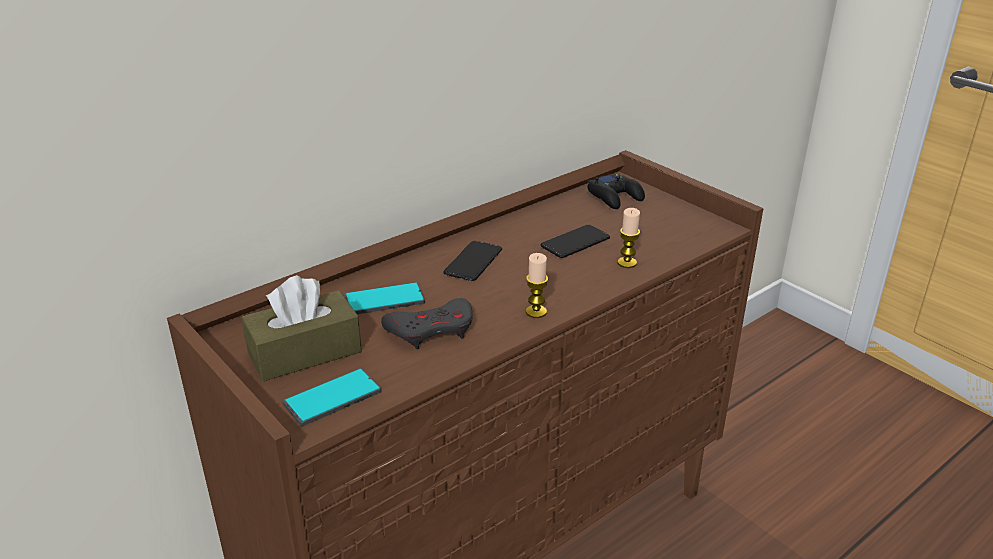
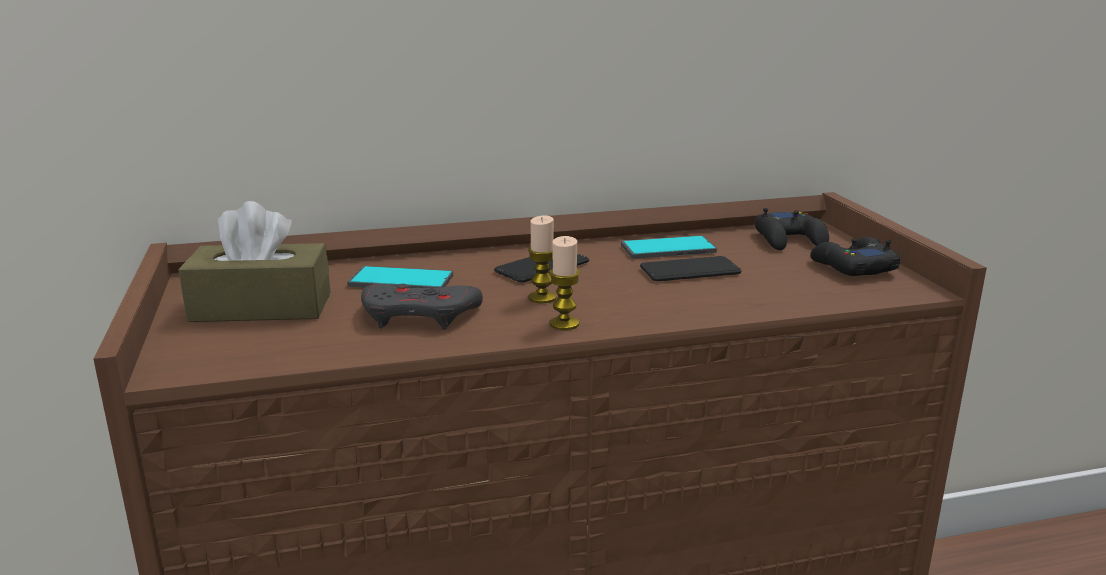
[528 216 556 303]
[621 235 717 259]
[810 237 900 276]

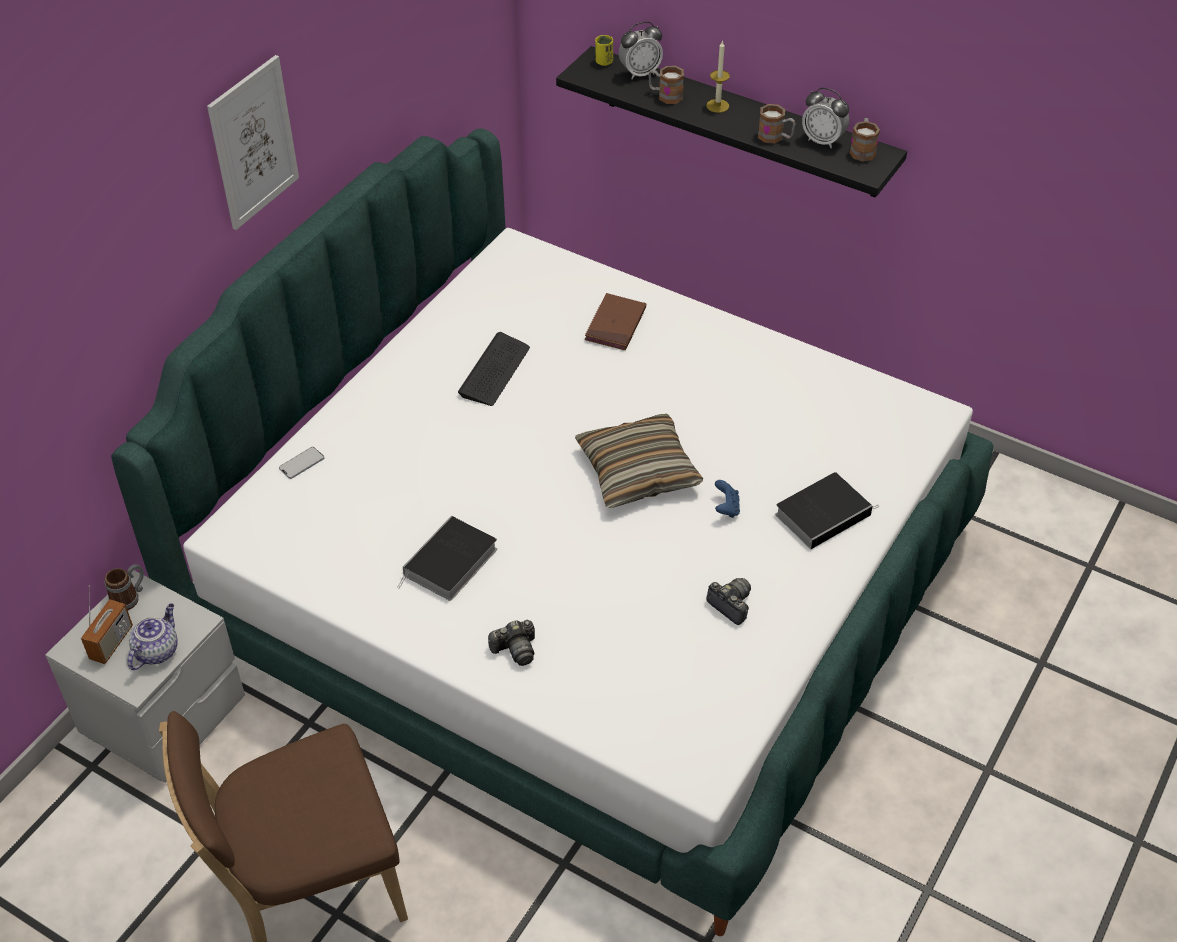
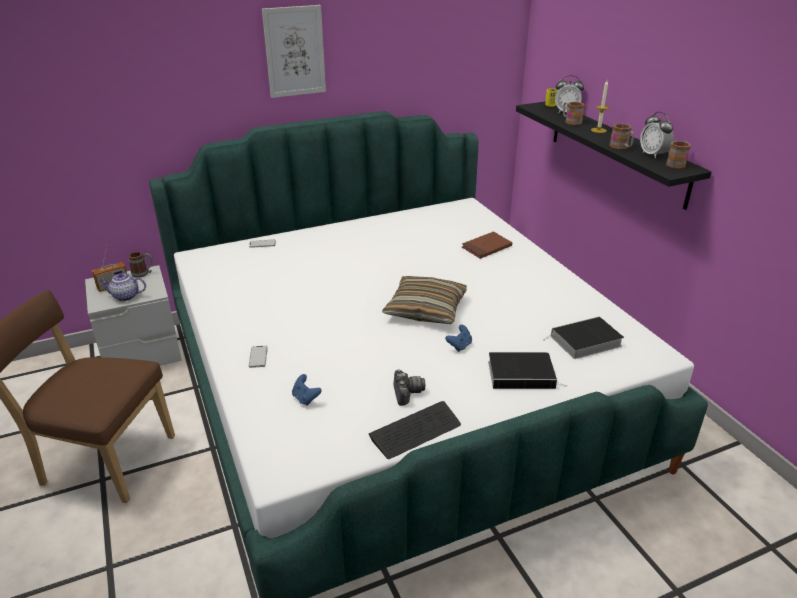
[369 401 461 459]
[544 317 624 359]
[99 273 146 301]
[249 346 268 368]
[292 374 322 406]

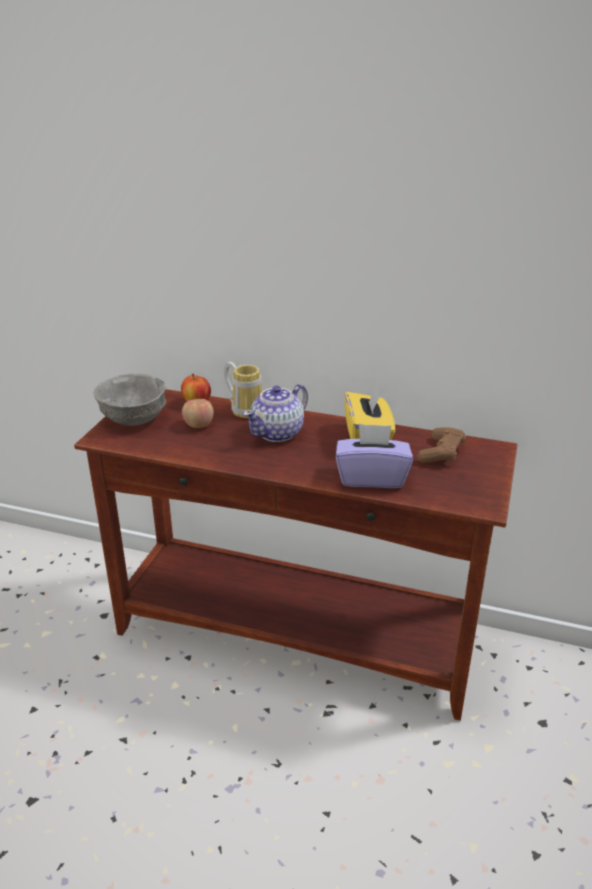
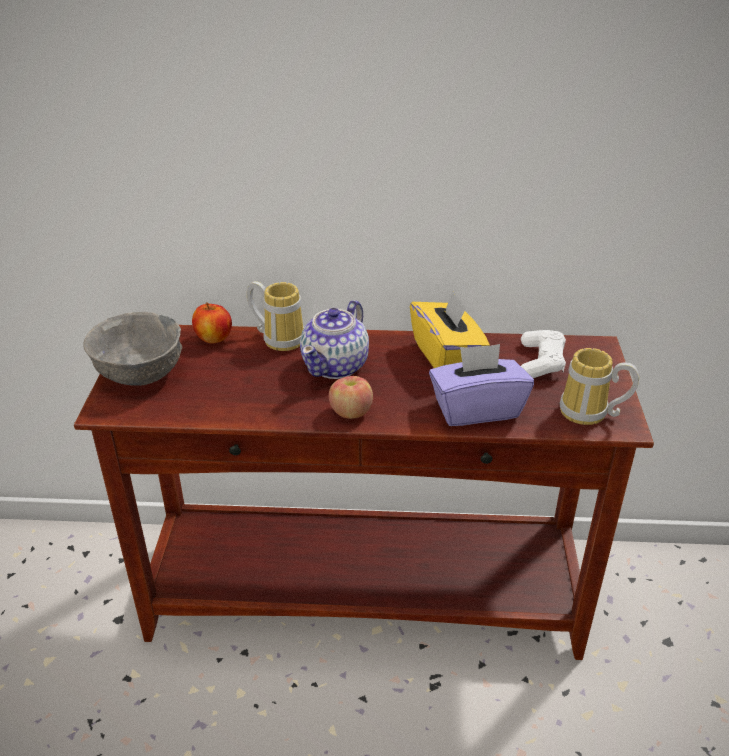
[329 376 373 419]
[521 330 566 378]
[560 348 639 425]

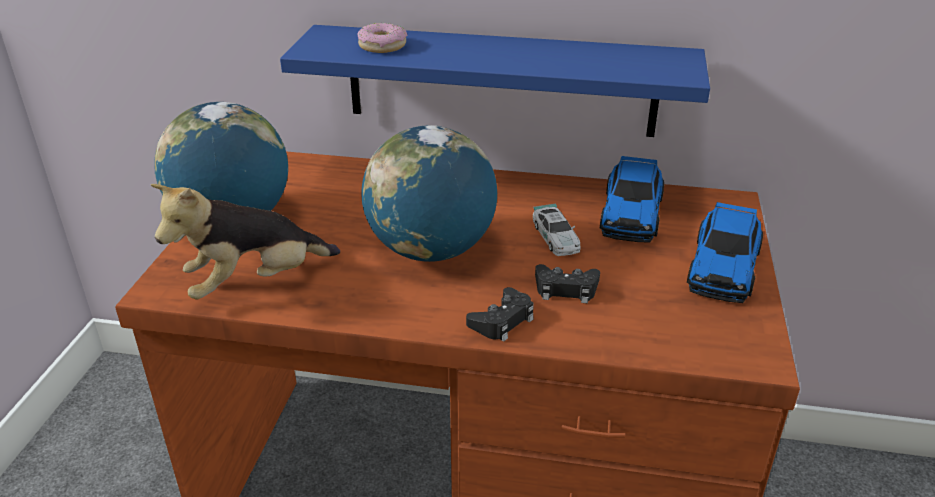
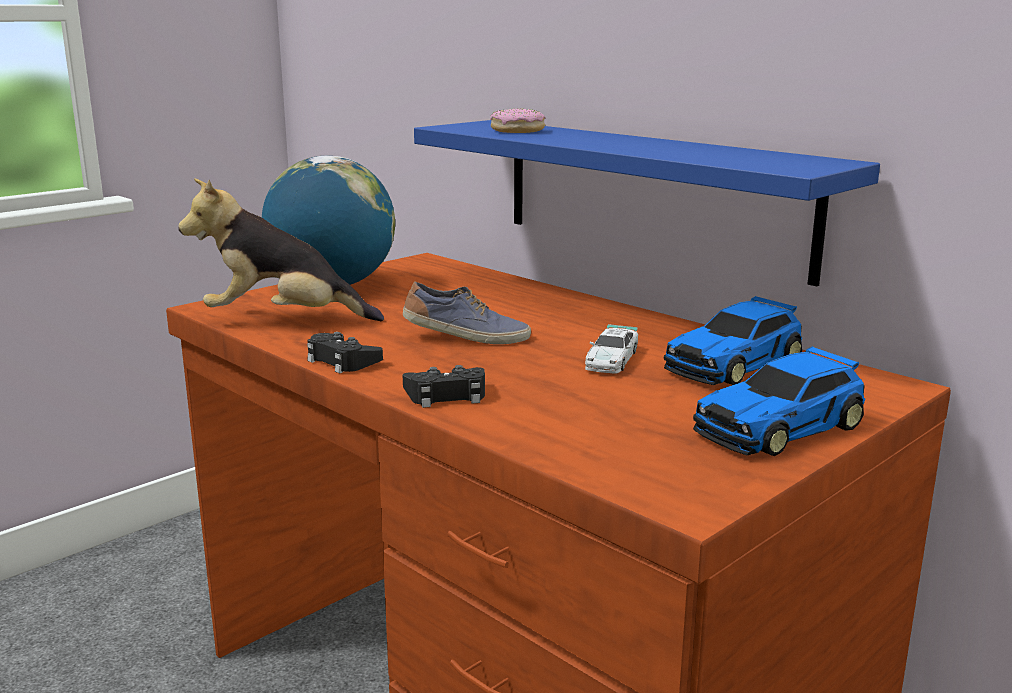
[403 281 531 344]
[307 332 383 373]

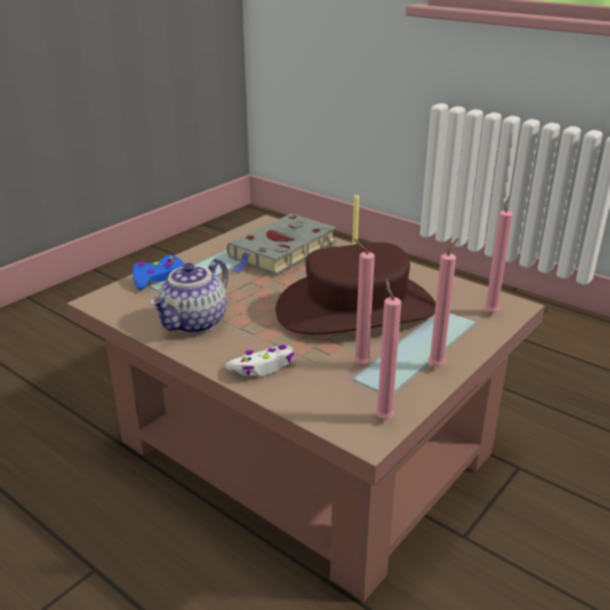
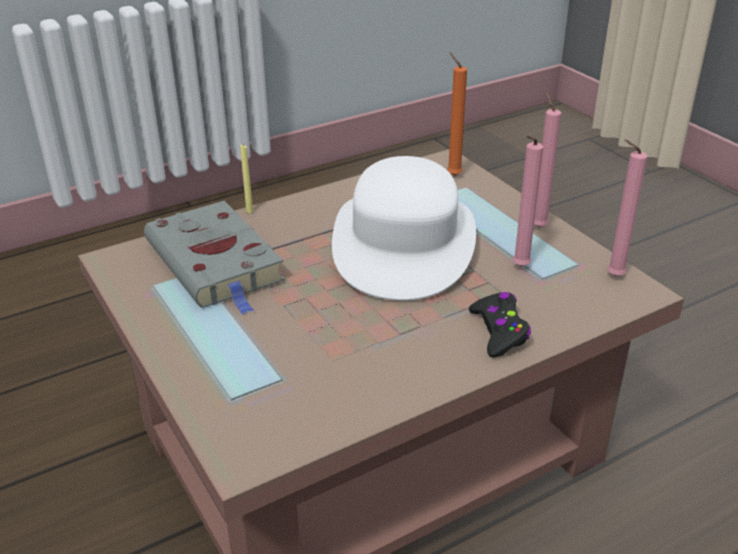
[447 53 467 176]
[332 156 476 301]
[133 255 184 290] (first image)
[150 258 228 334] (first image)
[469 292 531 358]

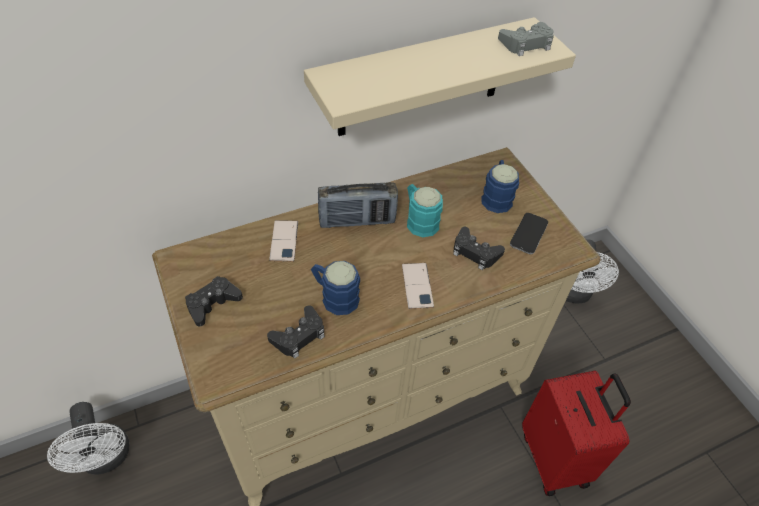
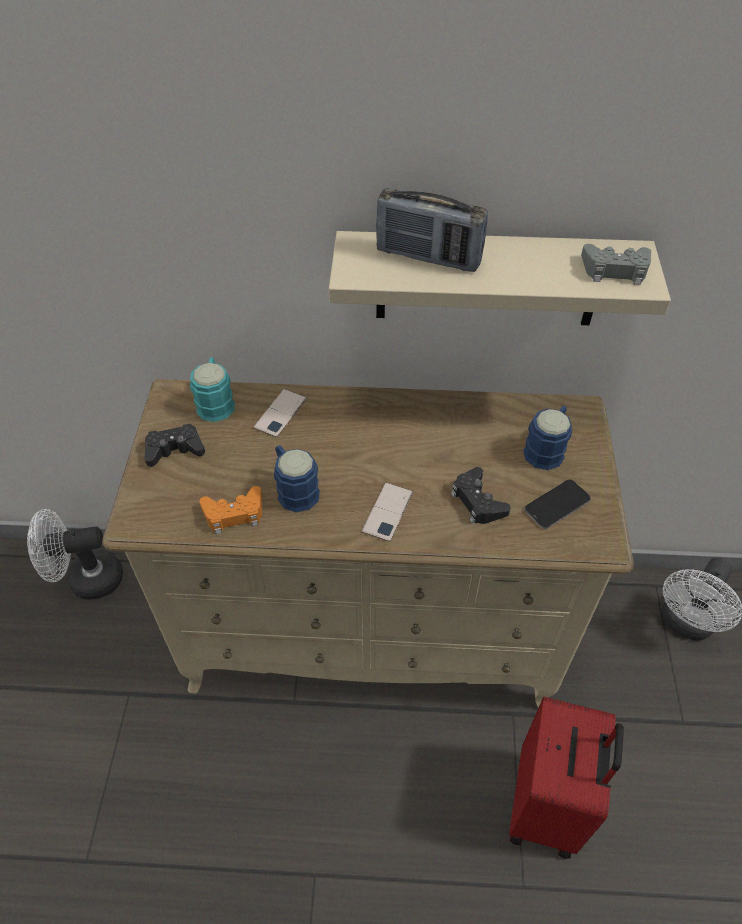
[376 188 488 272]
[190 357 235 422]
[199 486 262 534]
[27 509 123 600]

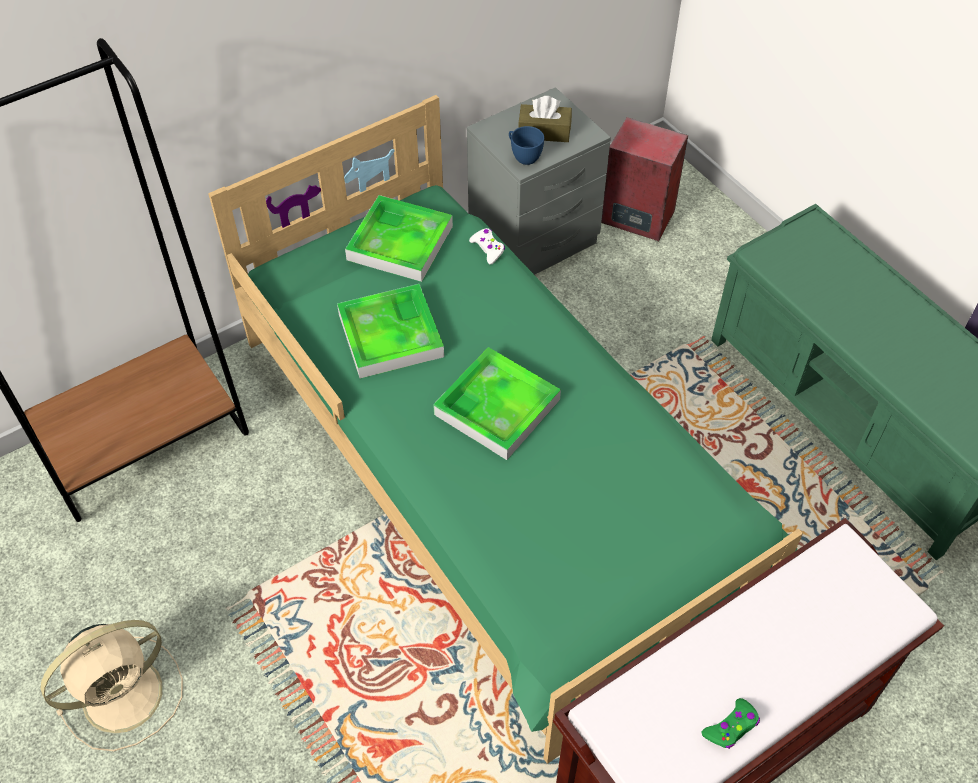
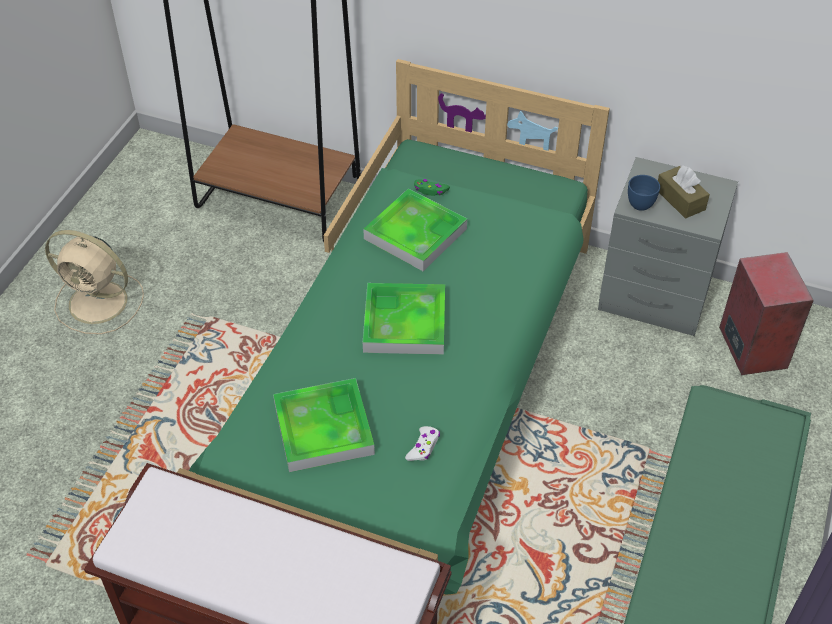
[273 378 375 472]
[405 426 440 461]
[414 179 450 196]

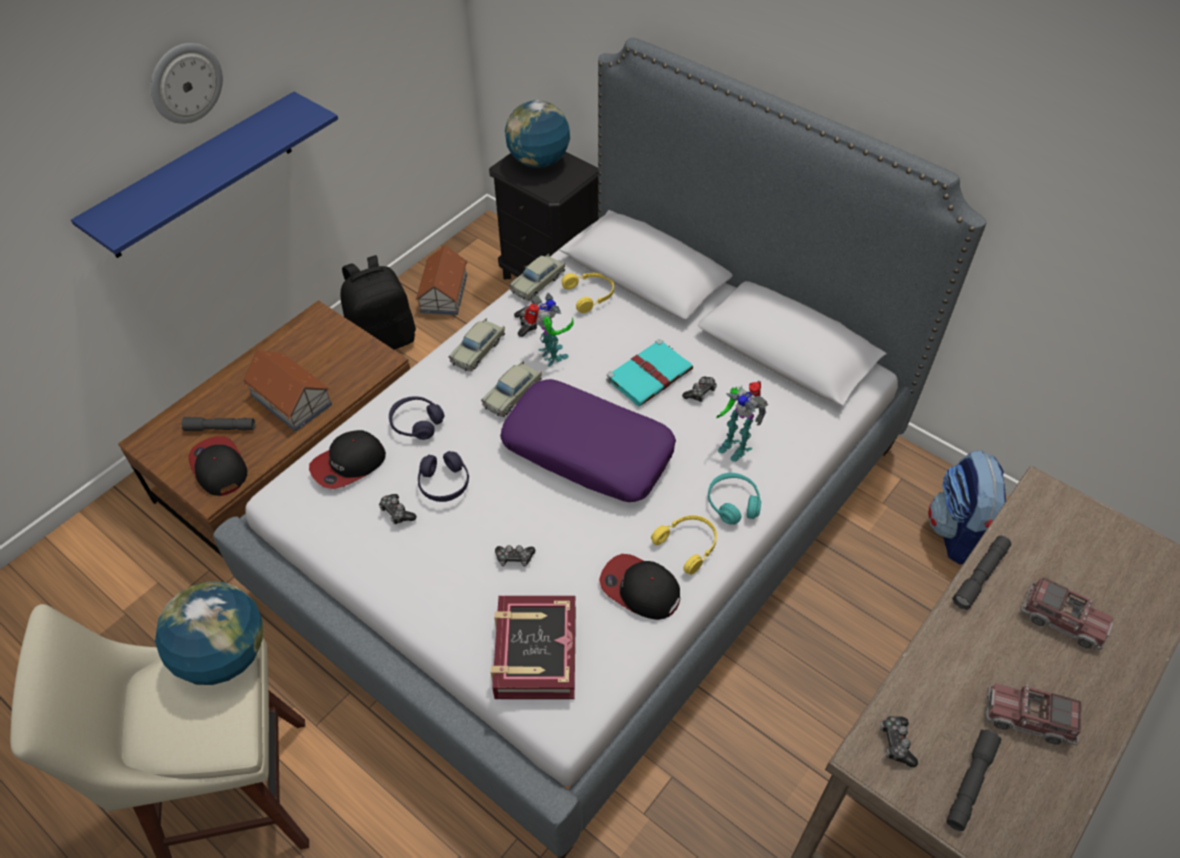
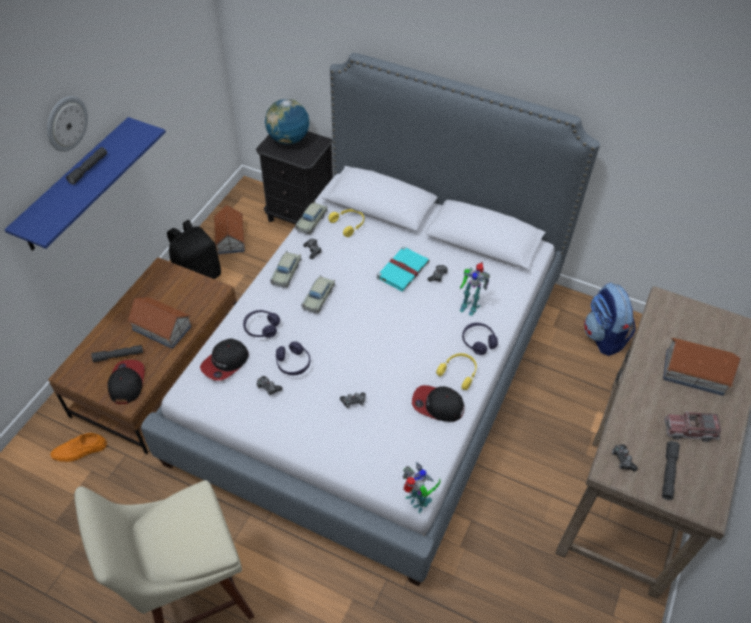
[402 462 441 513]
[500 379 676 502] (first image)
[108 360 145 404]
[462 323 498 355]
[66 147 107 185]
[663 338 741 396]
[155 582 264 685] (first image)
[491 596 576 699] (first image)
[50 433 107 462]

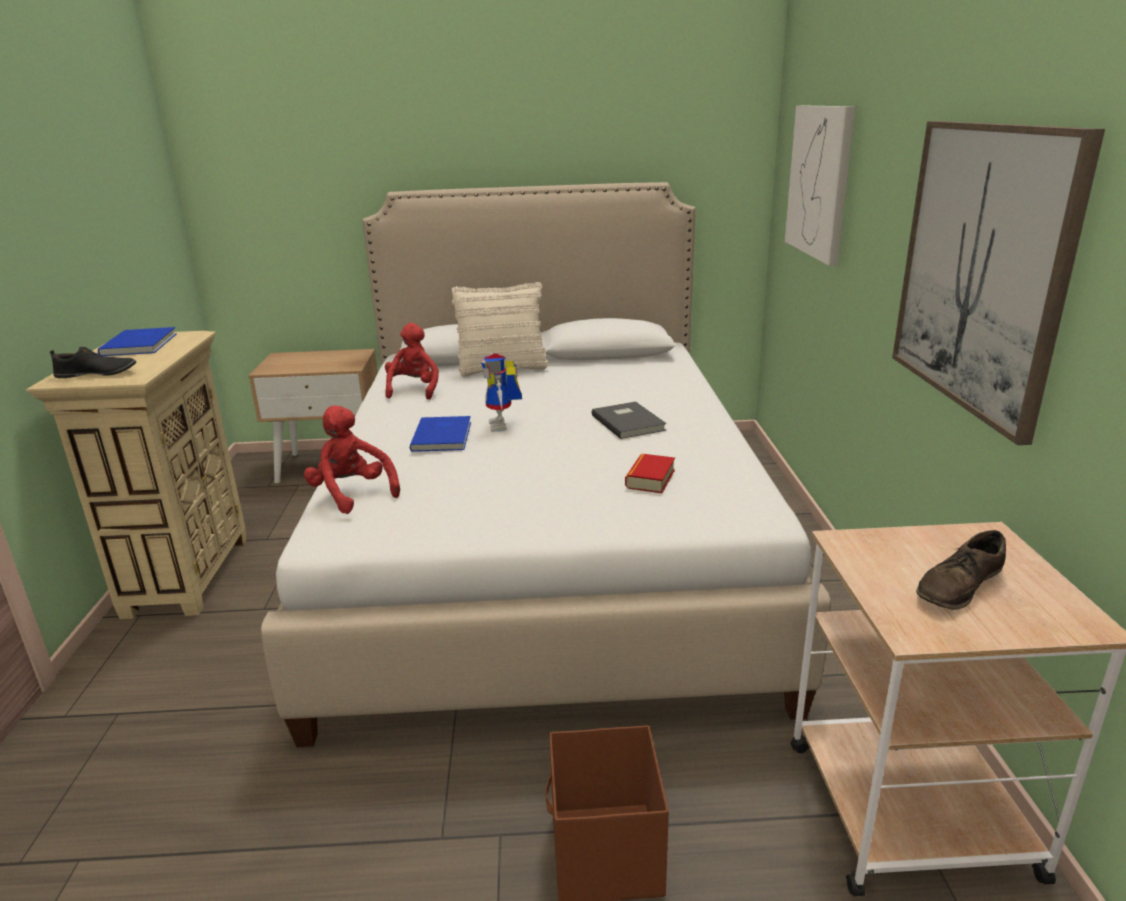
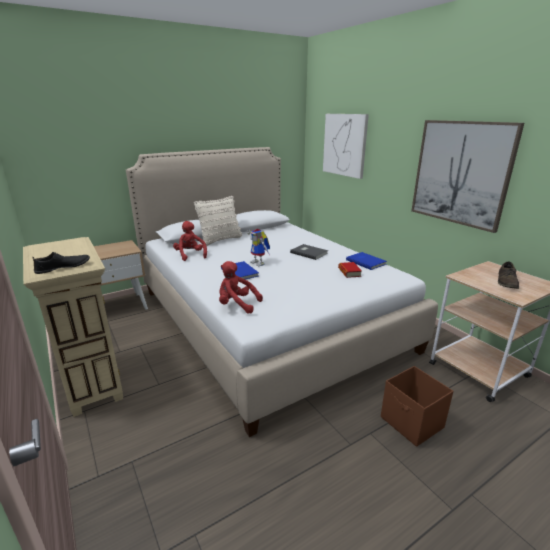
[346 252 387 270]

